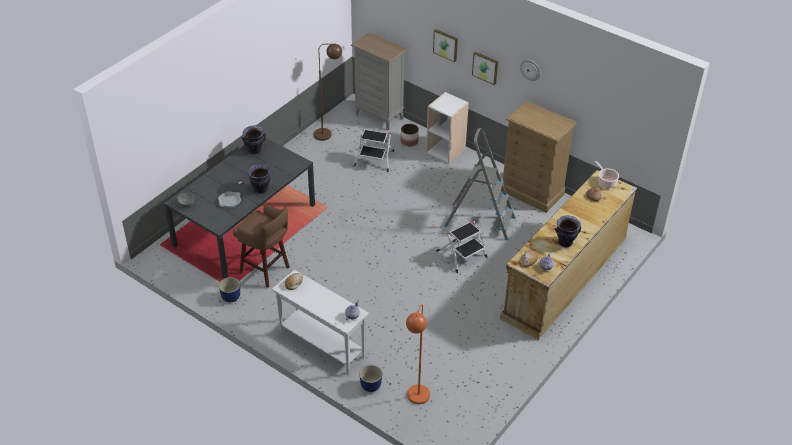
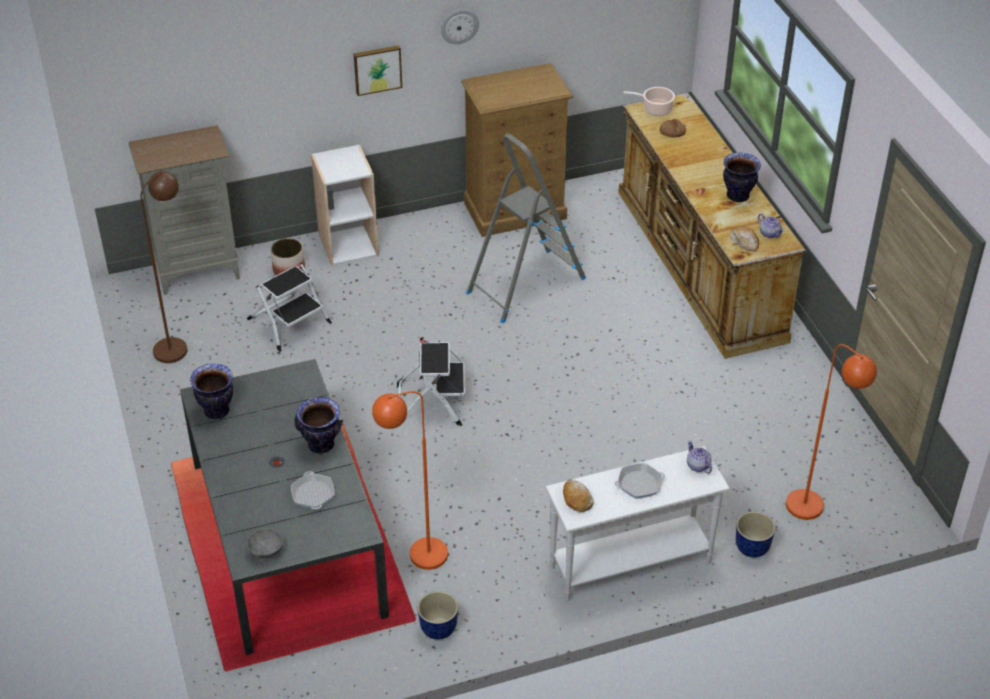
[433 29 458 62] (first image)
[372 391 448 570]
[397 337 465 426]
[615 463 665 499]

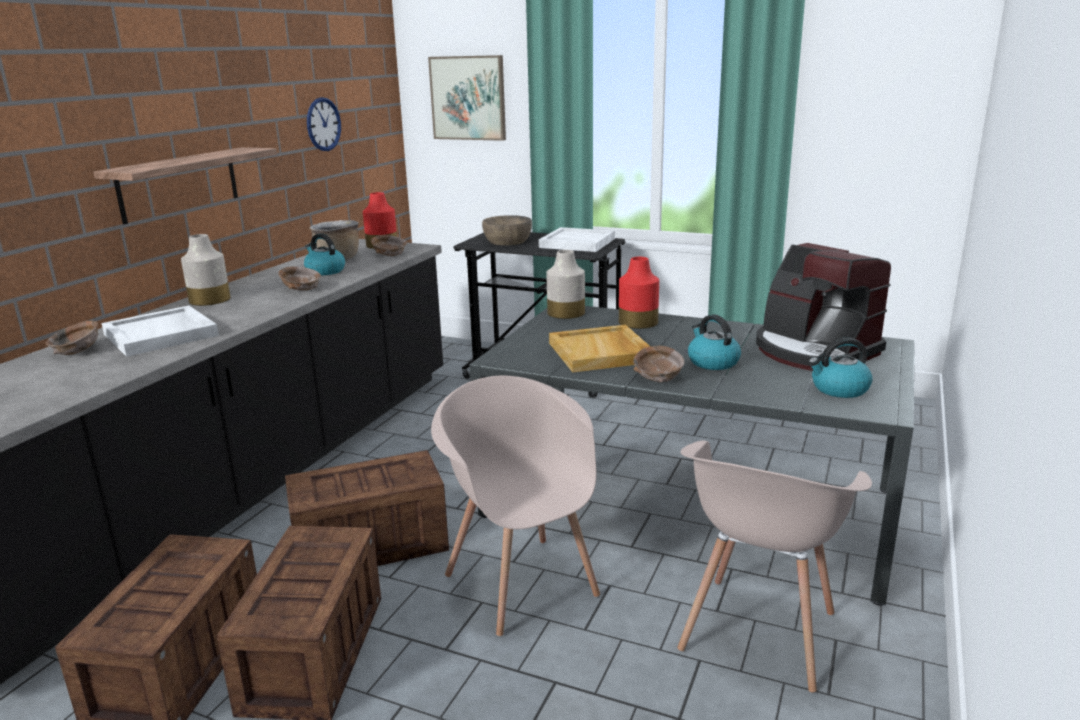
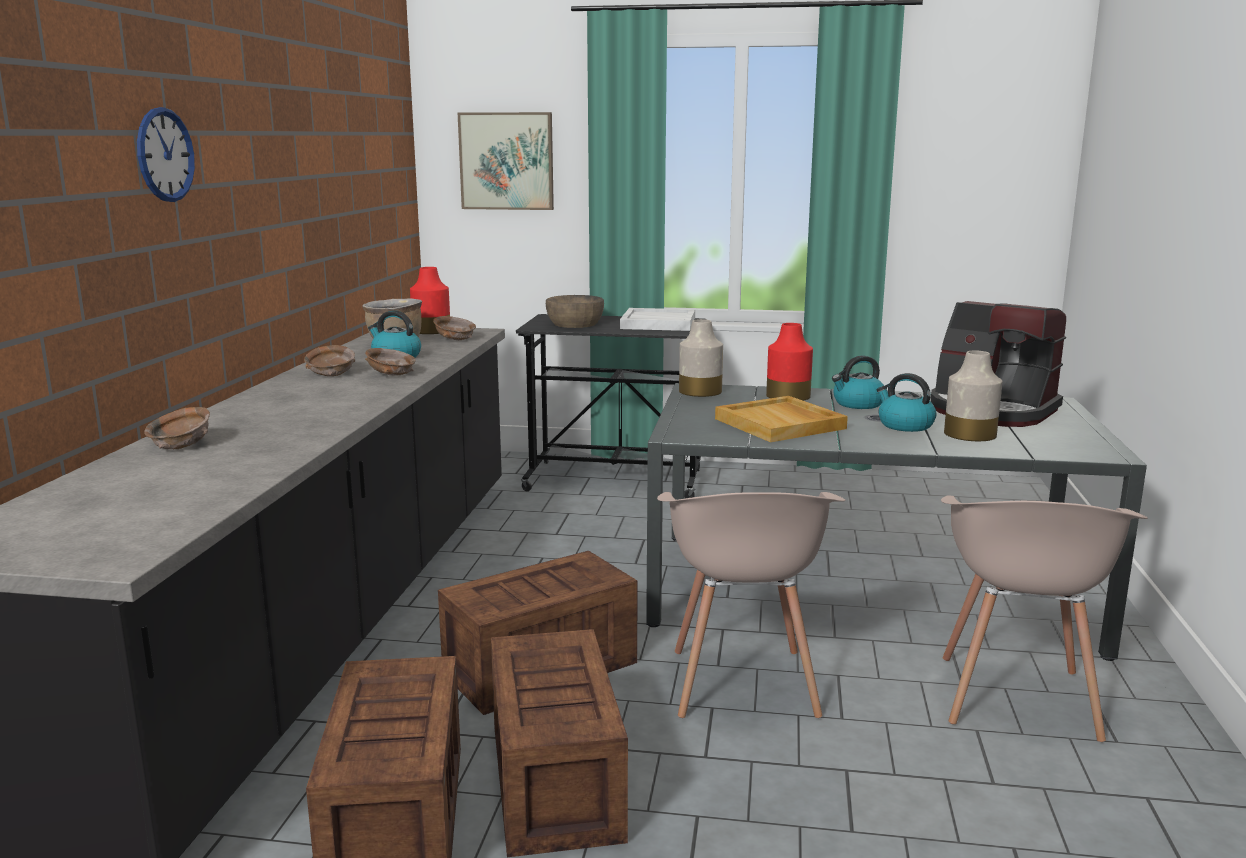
[137 107 195 202]
[93 147 277 224] (first image)
[944 351 1003 441]
[101 306 219 357] (first image)
[832 356 884 409]
[304 345 355 376]
[657 492 845 718]

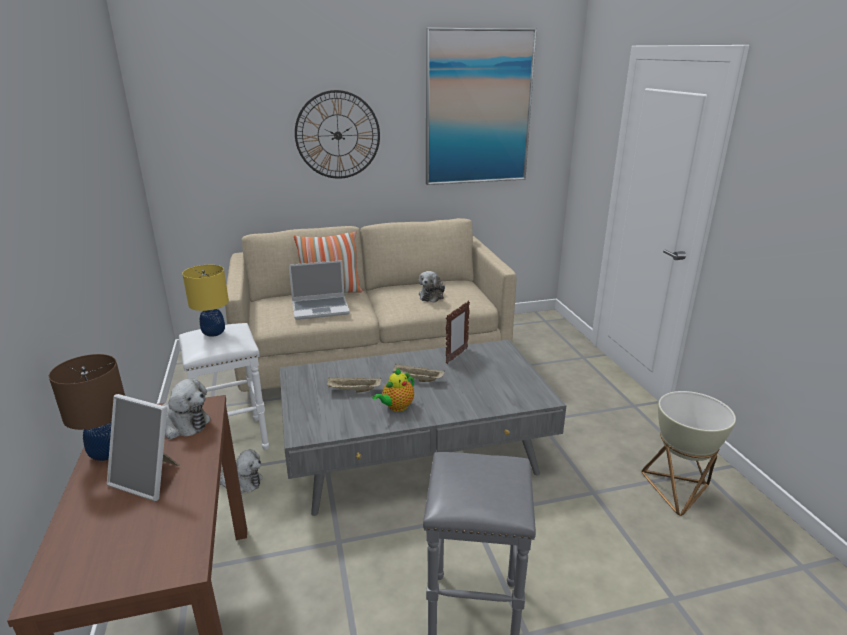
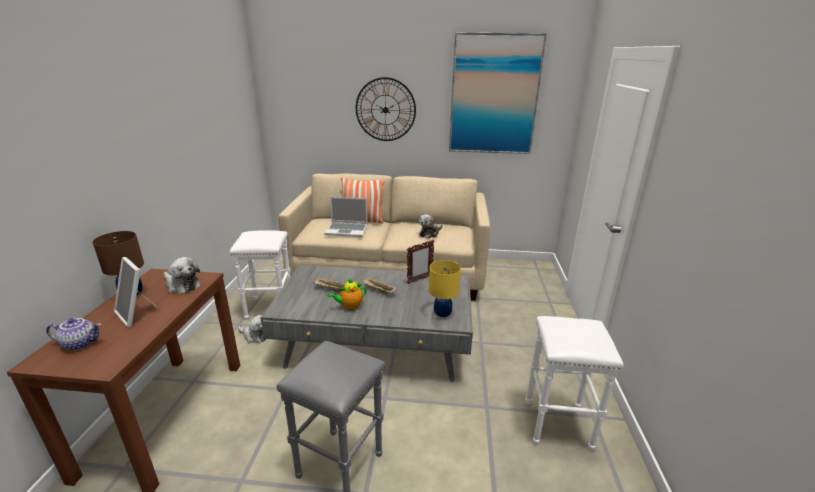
[429 260 461 317]
[525 316 624 451]
[46 318 101 351]

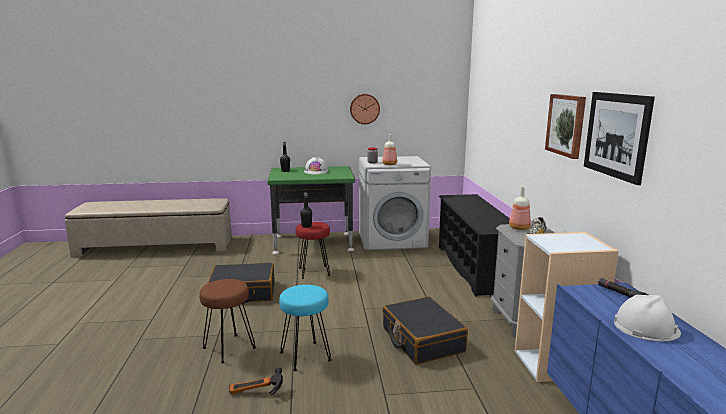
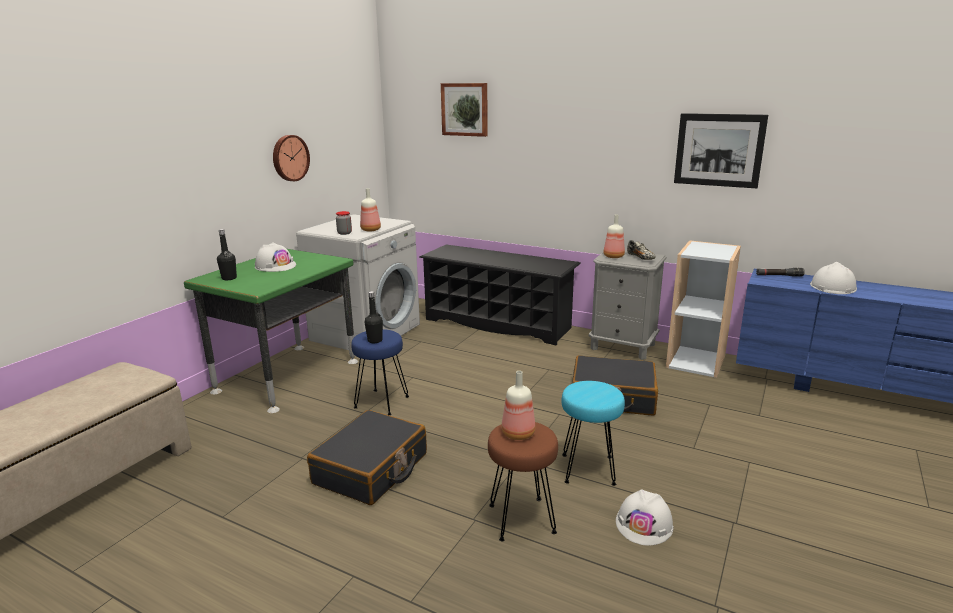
[441 83 487 137]
[351 329 409 415]
[616 489 674 545]
[501 371 536 440]

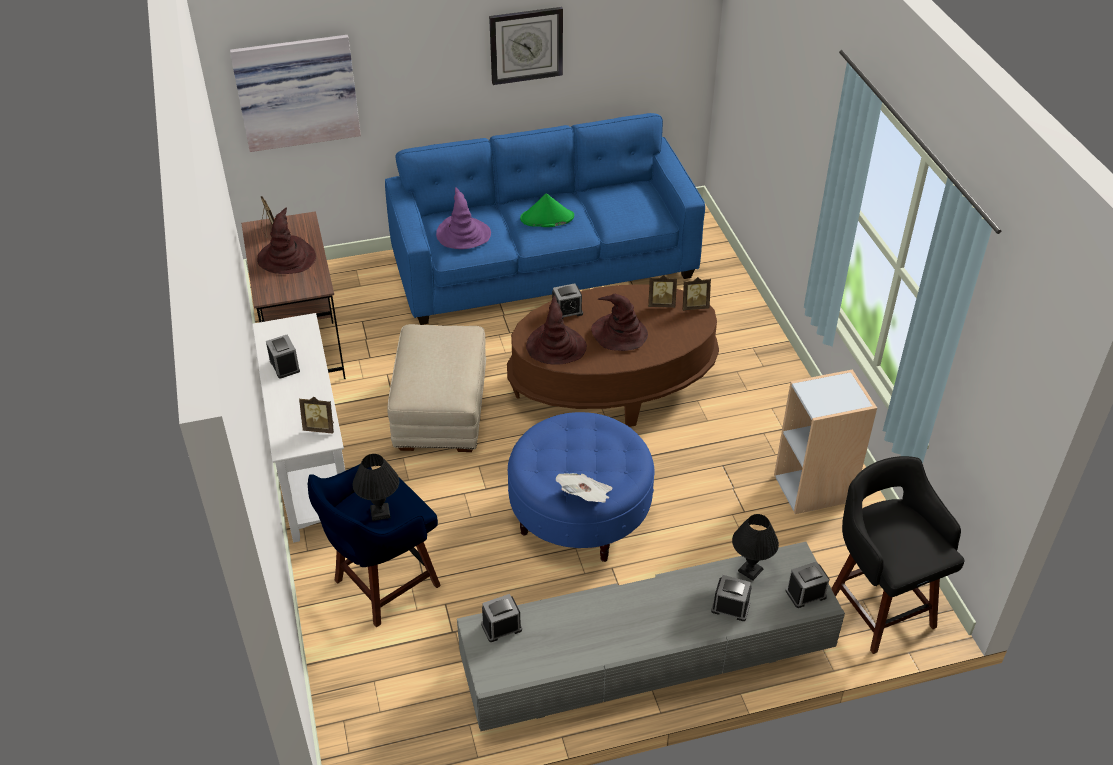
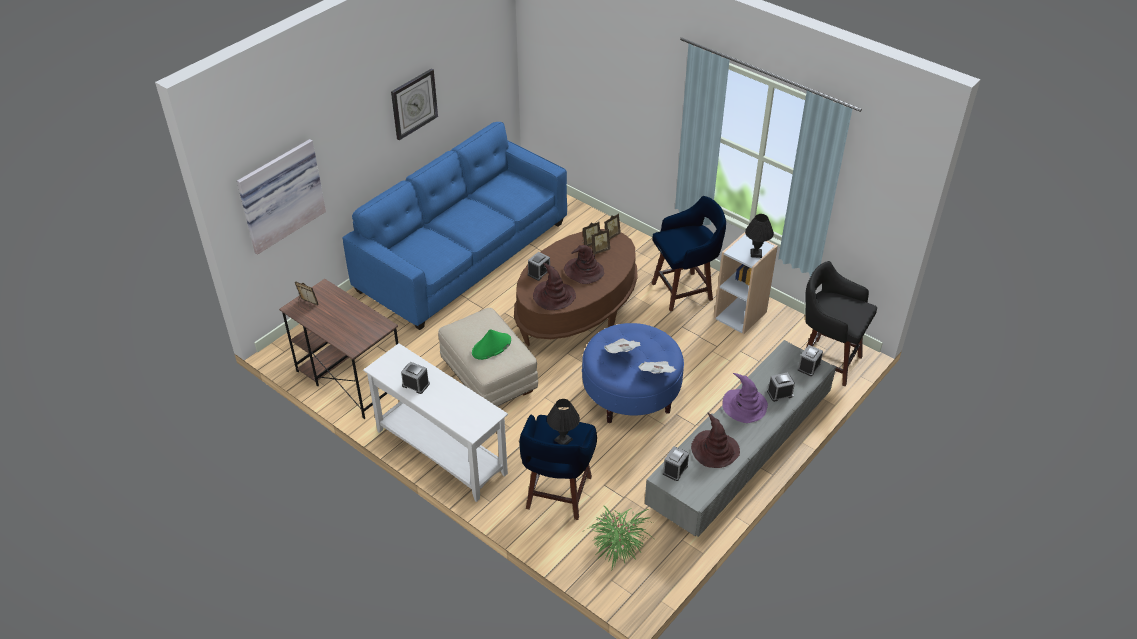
[723 373 768 423]
[472 329 511 360]
[691 413 740 468]
[591 229 610 255]
[745 214 774 258]
[652 196 726 312]
[604 338 641 353]
[584 505 653 569]

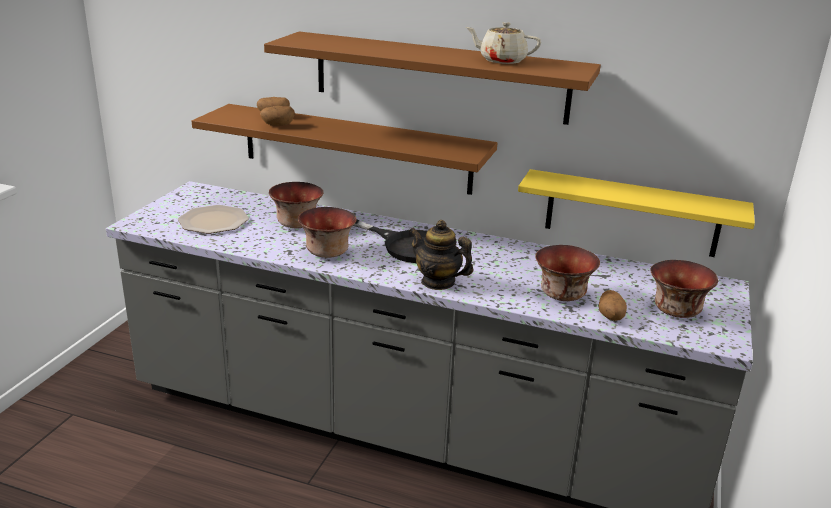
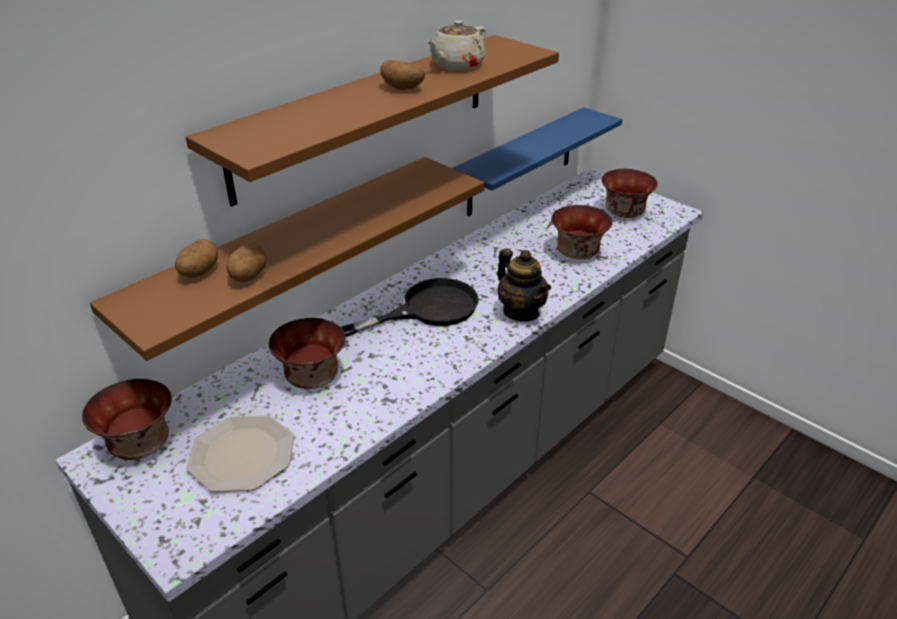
[453 107 622 216]
[82 379 172 460]
[497 248 551 322]
[380 60 425 90]

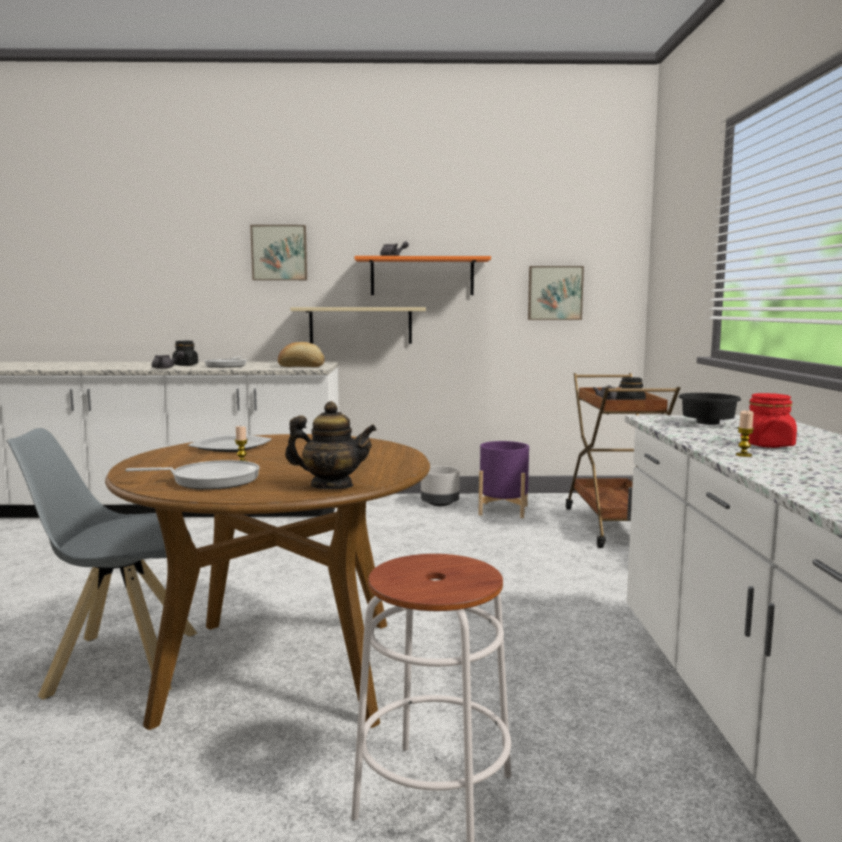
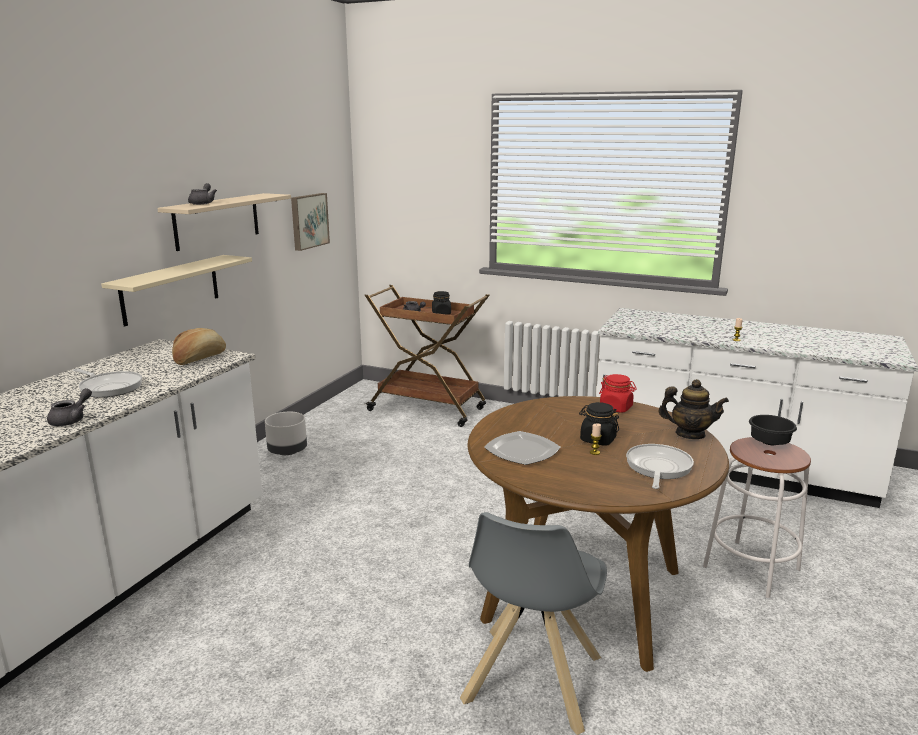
[250 225 307 280] (first image)
[157 193 291 251]
[579 402 619 446]
[749 415 797 445]
[599 374 637 413]
[658 379 729 439]
[479 441 529 518] (first image)

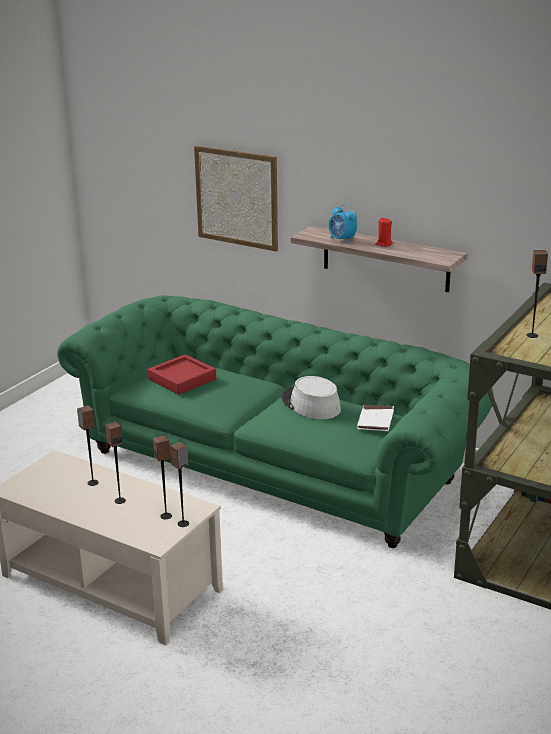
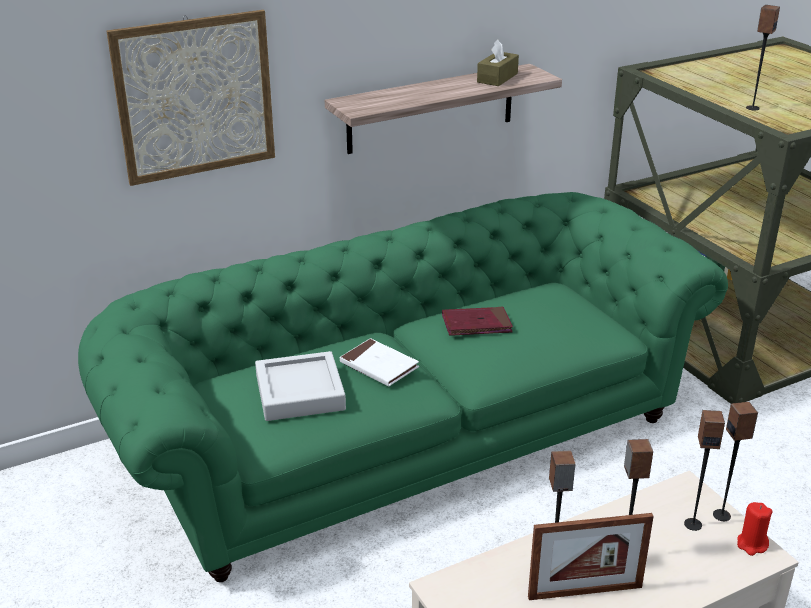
[329 204 357 244] (first image)
[737 502 772 556]
[255 351 346 421]
[442 307 513 336]
[340 338 419 387]
[477 39 519 86]
[528 513 654 600]

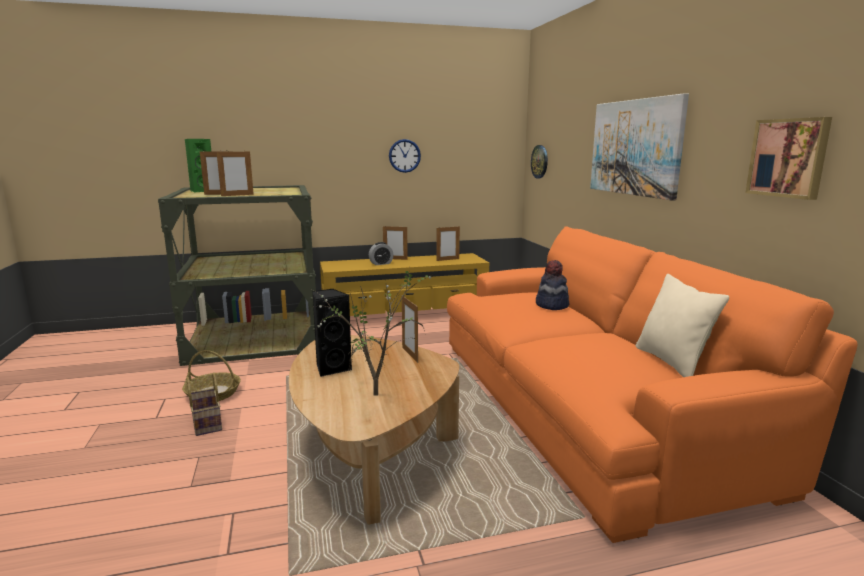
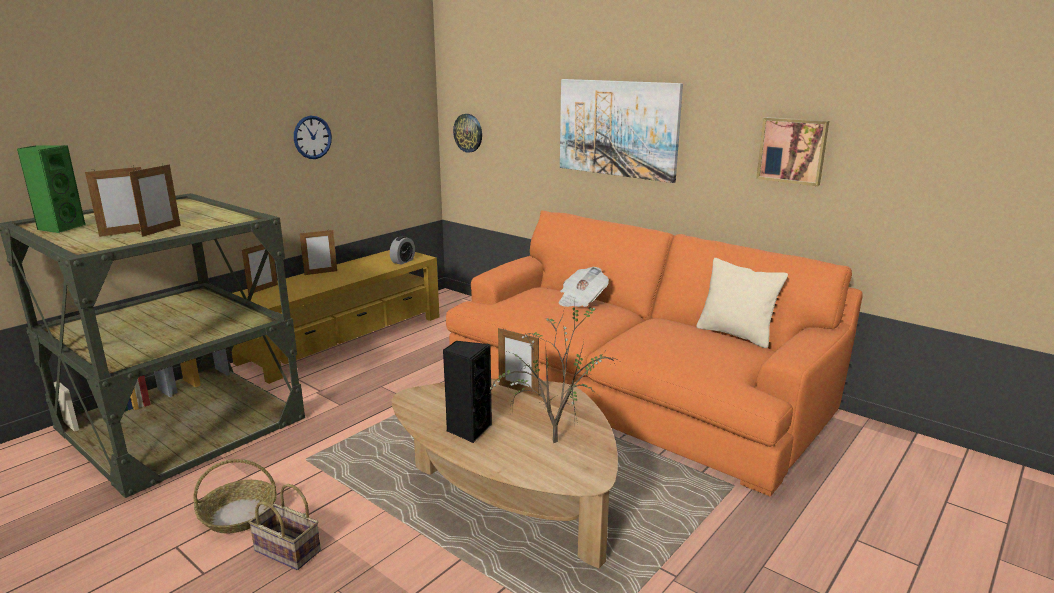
[242 244 278 295]
[390 236 415 265]
[558 267 609 307]

